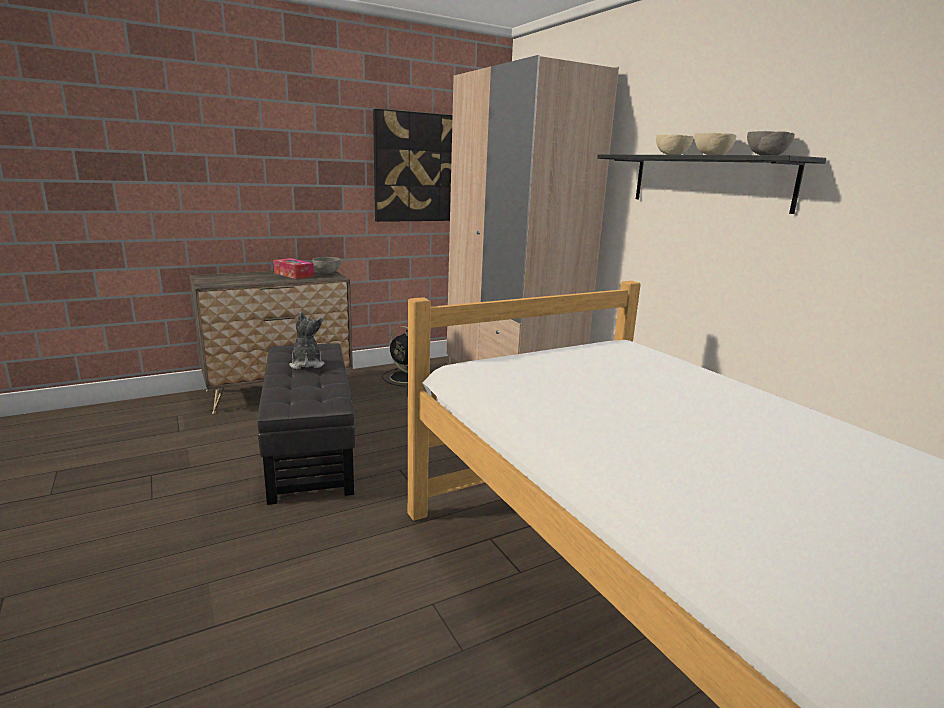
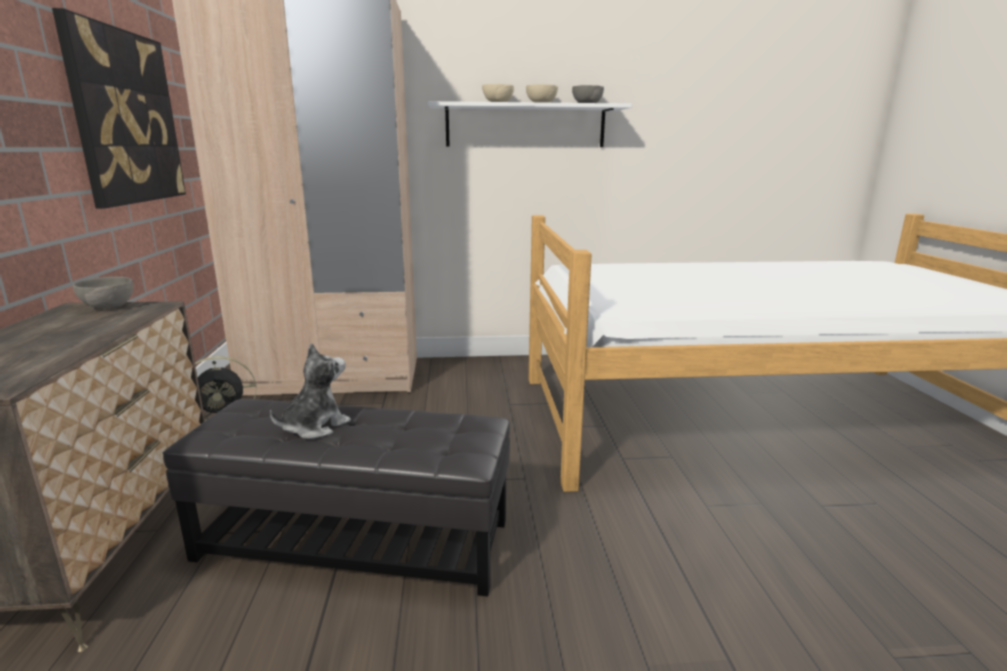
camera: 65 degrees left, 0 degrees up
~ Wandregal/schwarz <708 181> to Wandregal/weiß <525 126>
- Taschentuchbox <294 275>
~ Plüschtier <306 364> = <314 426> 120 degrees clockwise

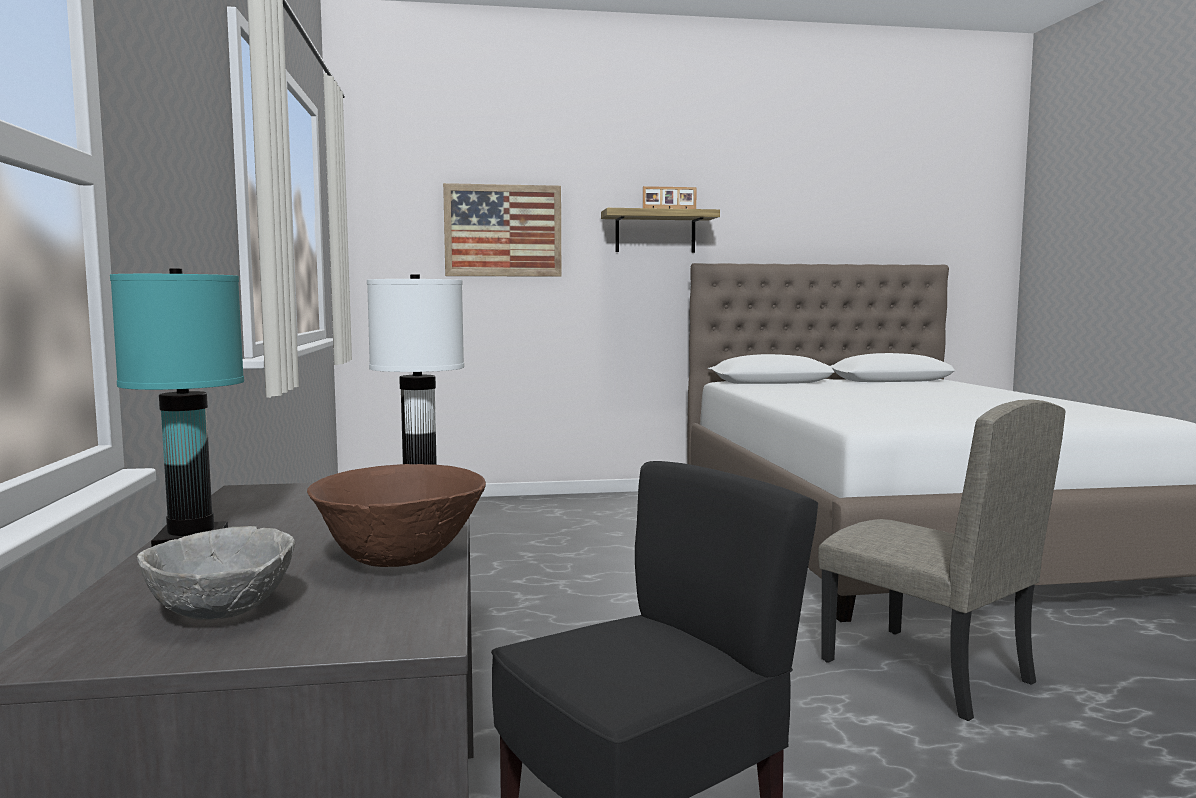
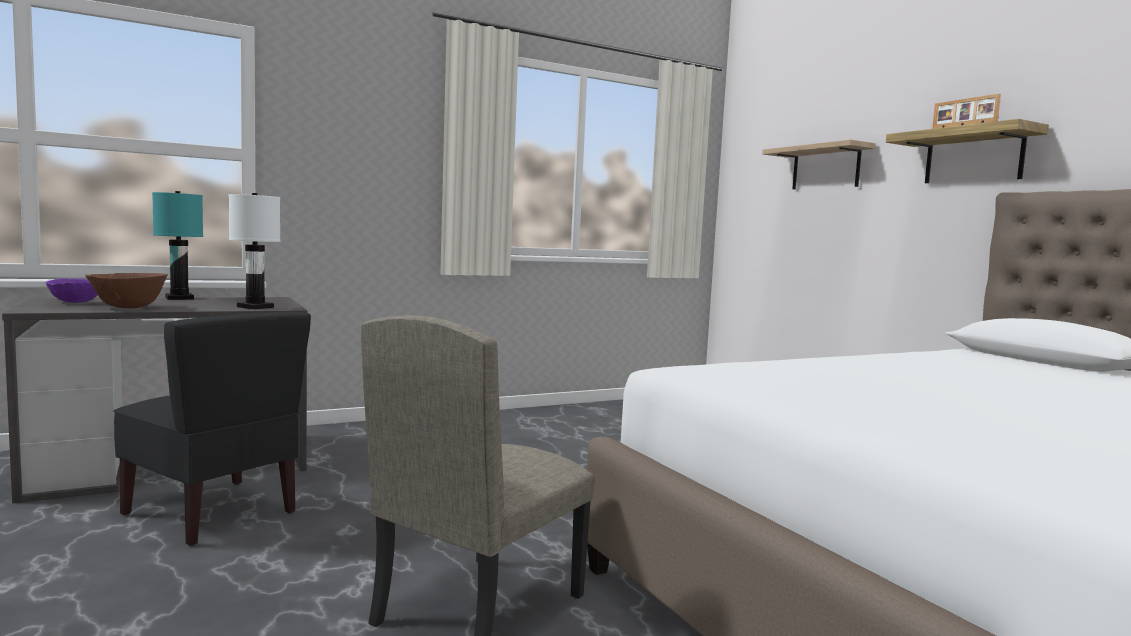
camera: 70 degrees right, 0 degrees up
~ Bild <503 230> to Wandregal <825 168>
~ Schüssel/grau <223 611> to Schüssel/lila <77 302>

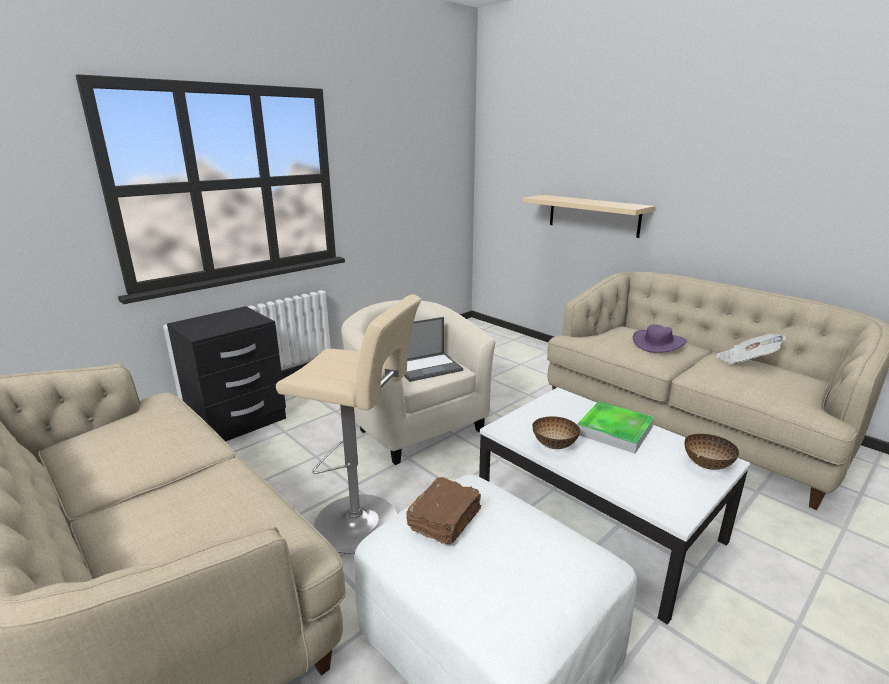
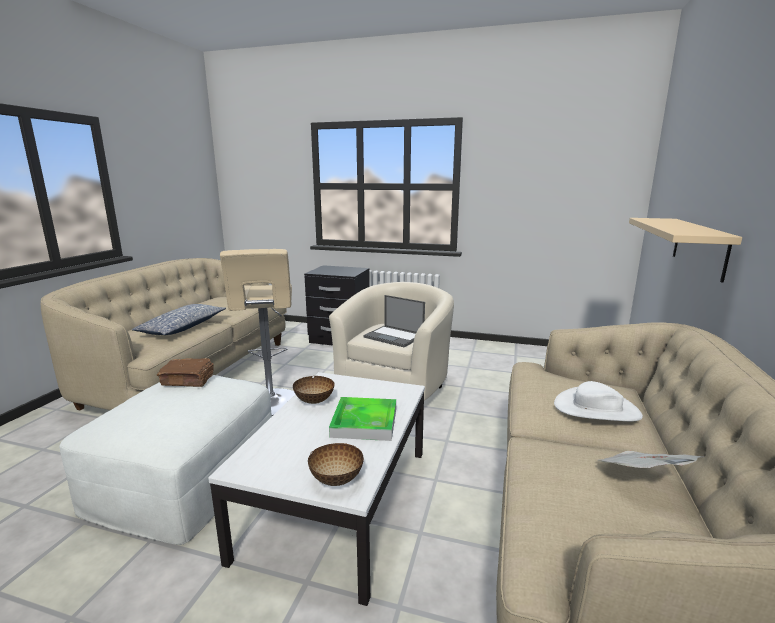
camera: 60 degrees right, 5 degrees down
~ Hut/lila <658 343> to Hut/weiß <596 409>
+ Kissen <182 328>

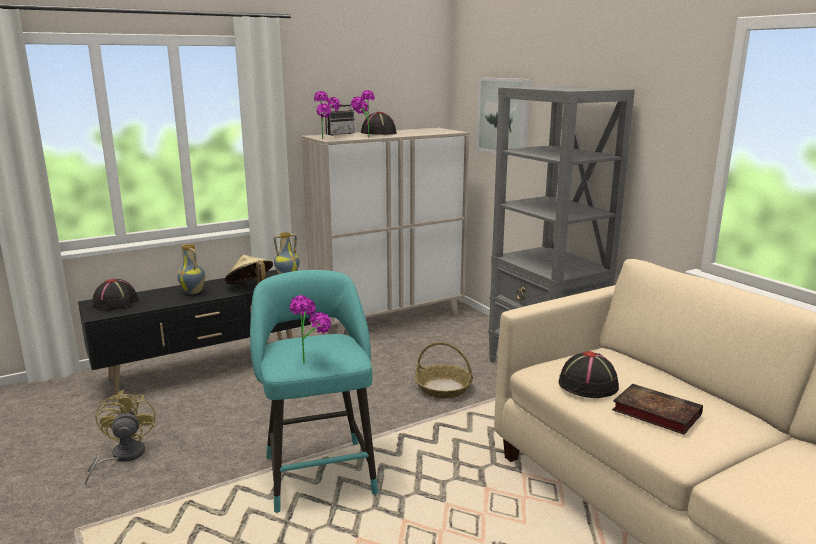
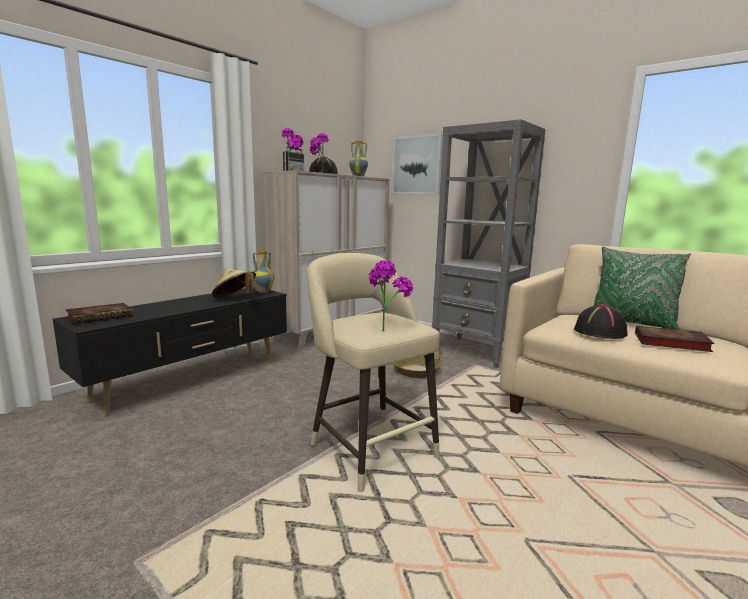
camera: 20 degrees left, 5 degrees down
~ Vase <194 292> to <358 176>
~ Hocker/türkis <318 471> to Hocker/beige <369 448>
~ Hut/schwarz <116 303> to Buch <101 316>
- Ventilator/gelb <122 457>
+ Kissen/grün <631 323>

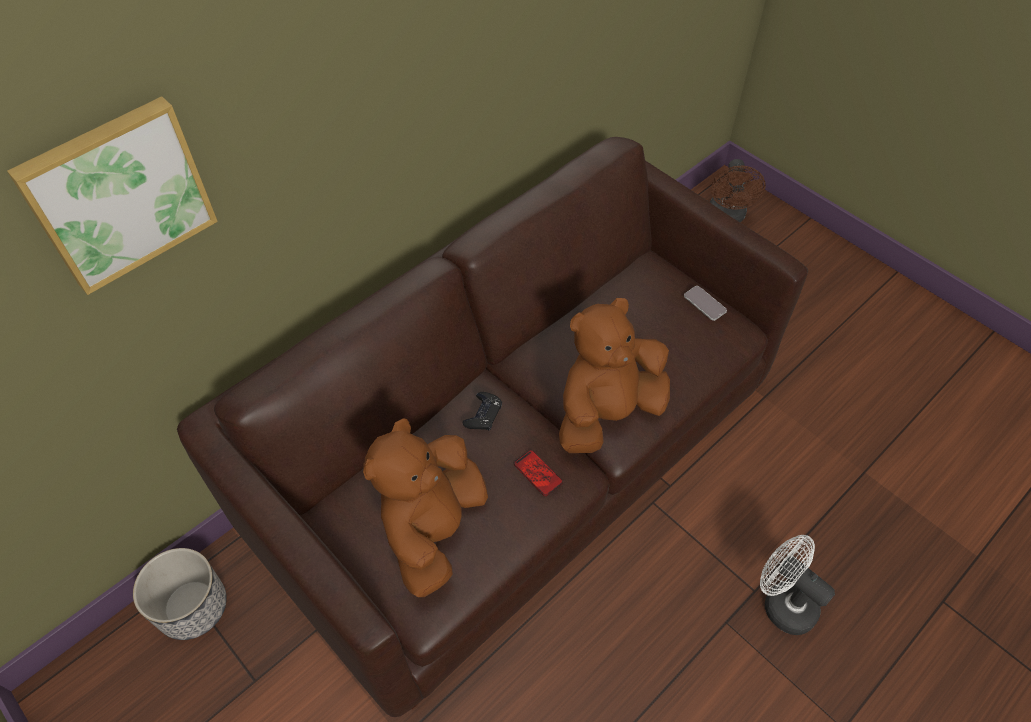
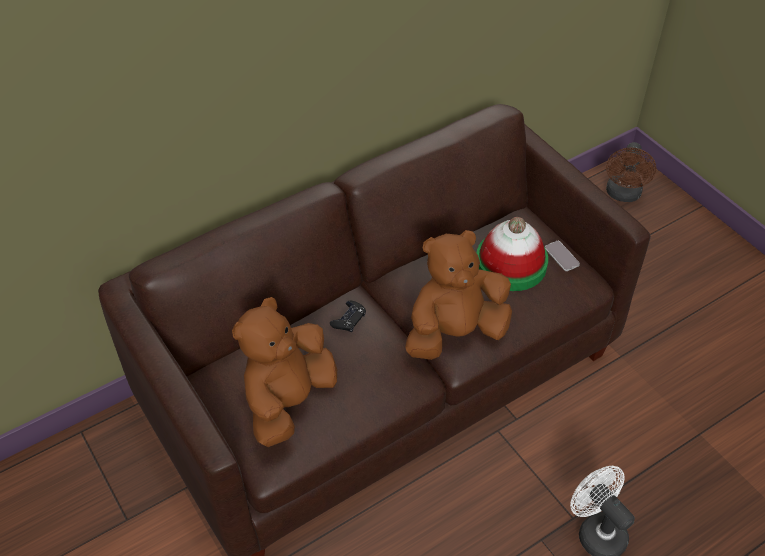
camera: 10 degrees right, 5 degrees down
- Bild <118 194>
- Handy <538 473>
- Pflanzkübel <193 606>
+ Hut <511 264>

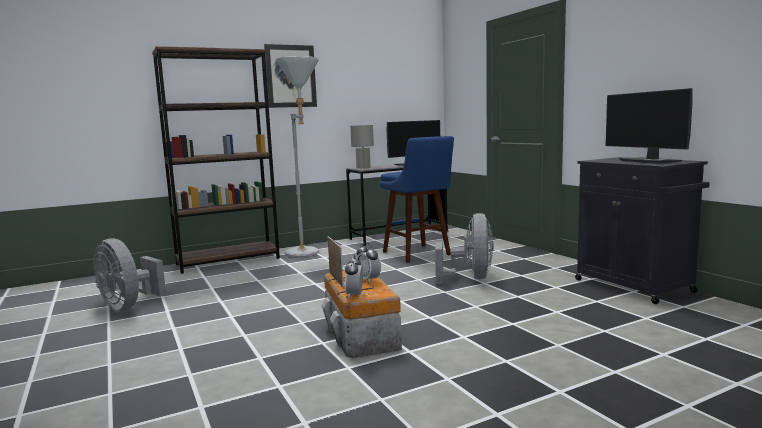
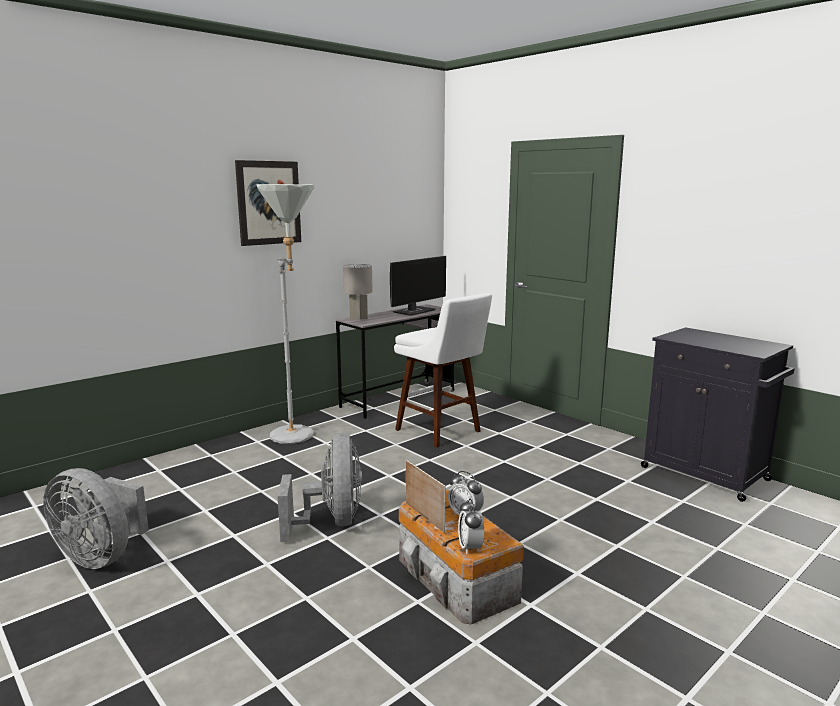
camera: 15 degrees left, 5 degrees up
- Bücherregal/braun <228 261>
- Monitor <650 161>
~ Hocker/blau <418 254> to Hocker/weiß <441 432>
~ Ventilator/grau <470 278> to <332 522>

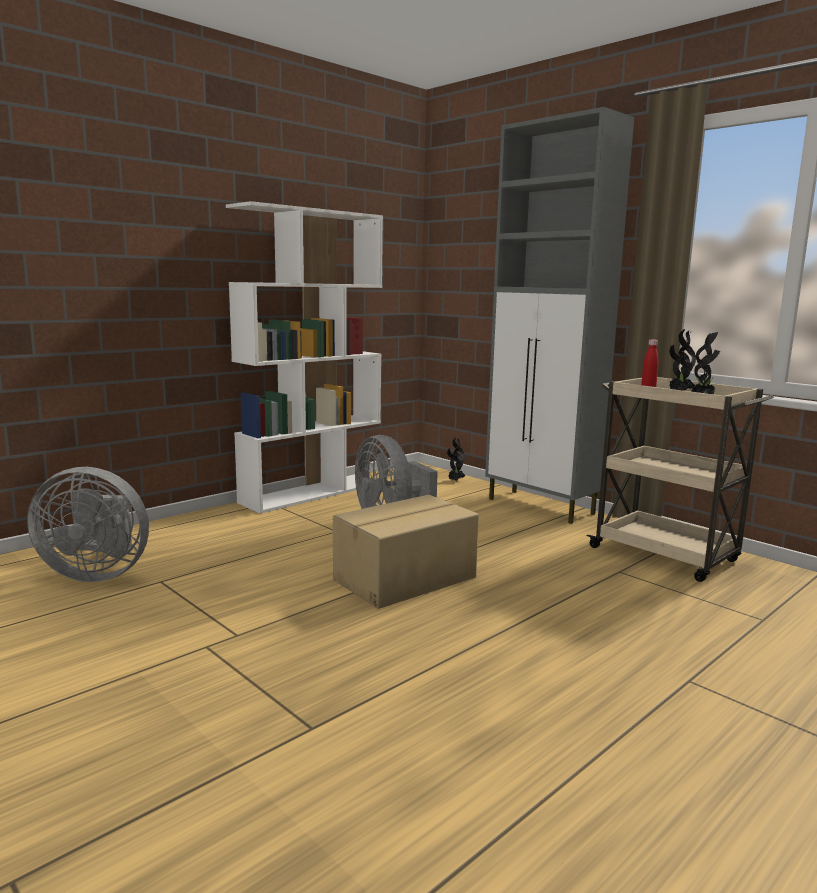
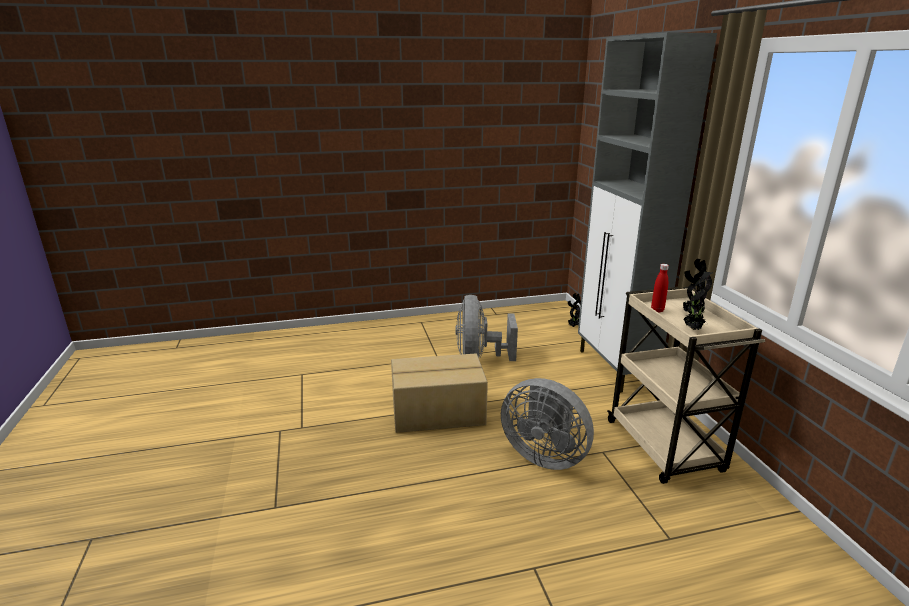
camera: 30 degrees right, 10 degrees up
- Bücherregal/weiß <312 493>
~ Ventilator/grau <97 573> to <544 455>

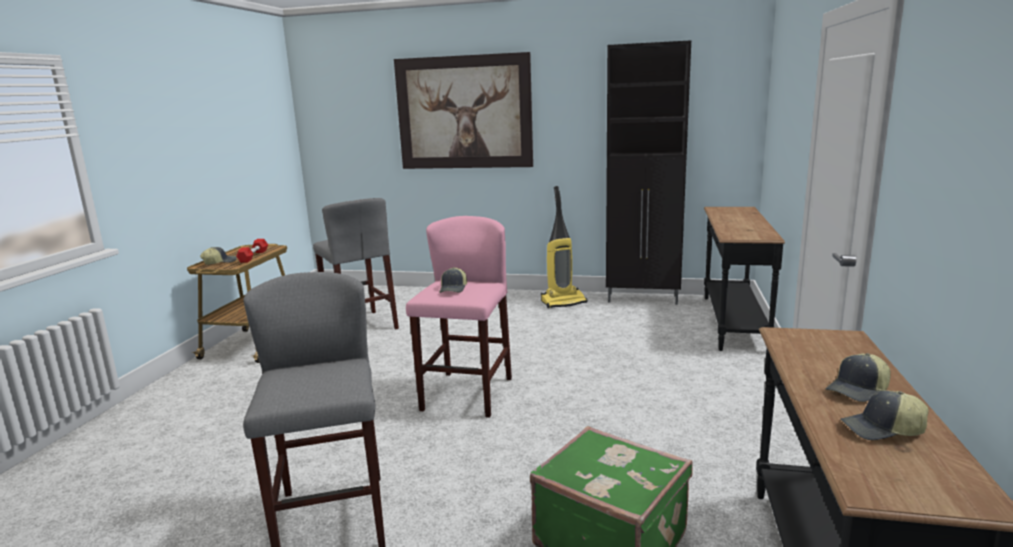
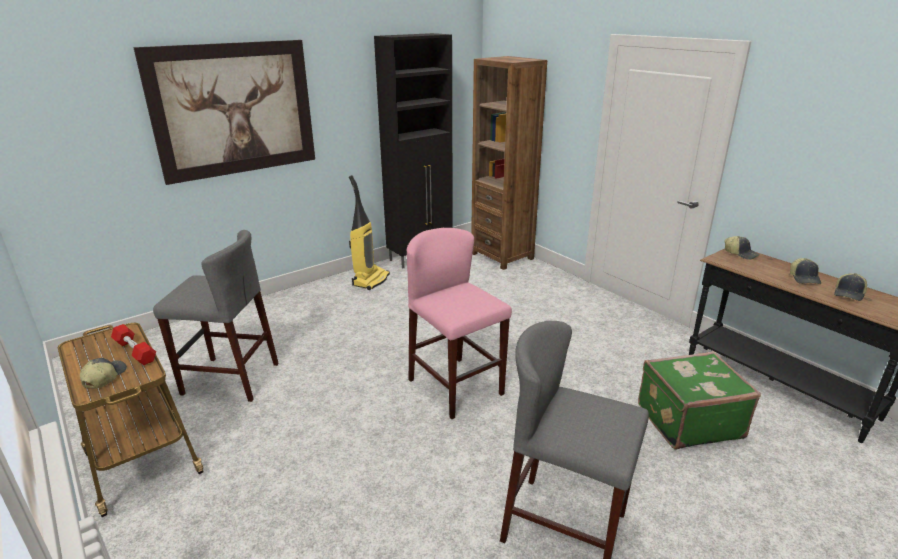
camera: 50 degrees left, 10 degrees up
~ Konsolentisch/schwarz <732 322> to Bücherregal/braun <502 256>
~ Kappe <454 289> to <741 254>

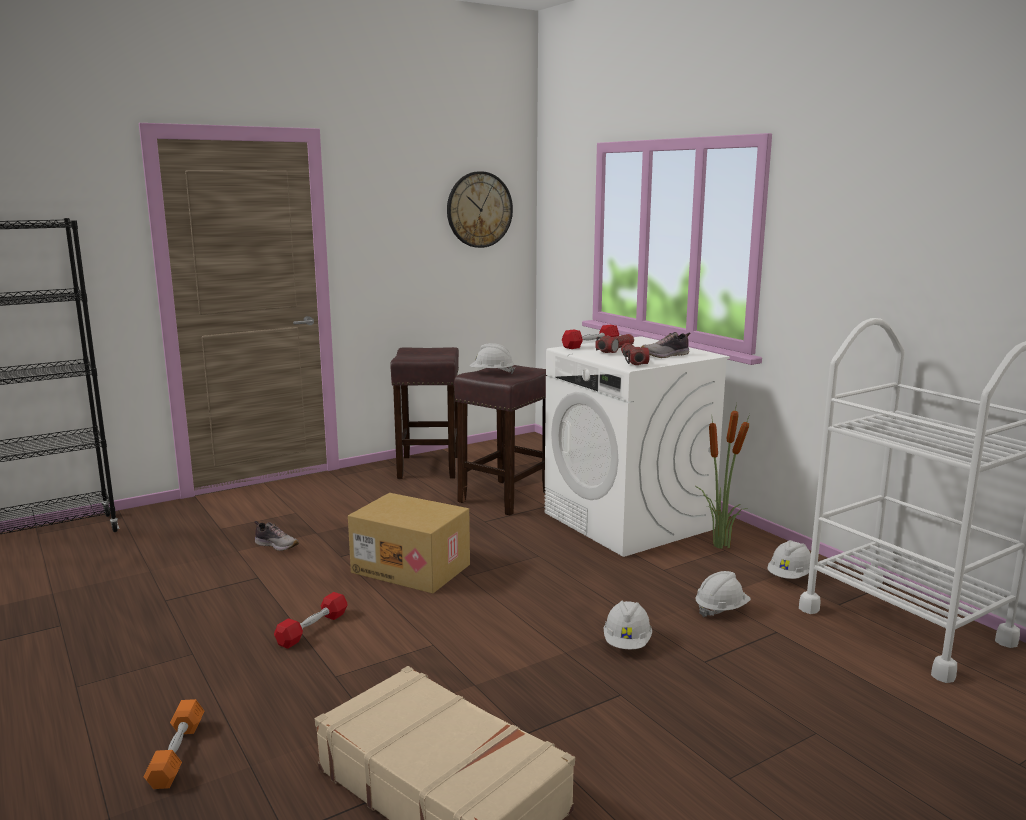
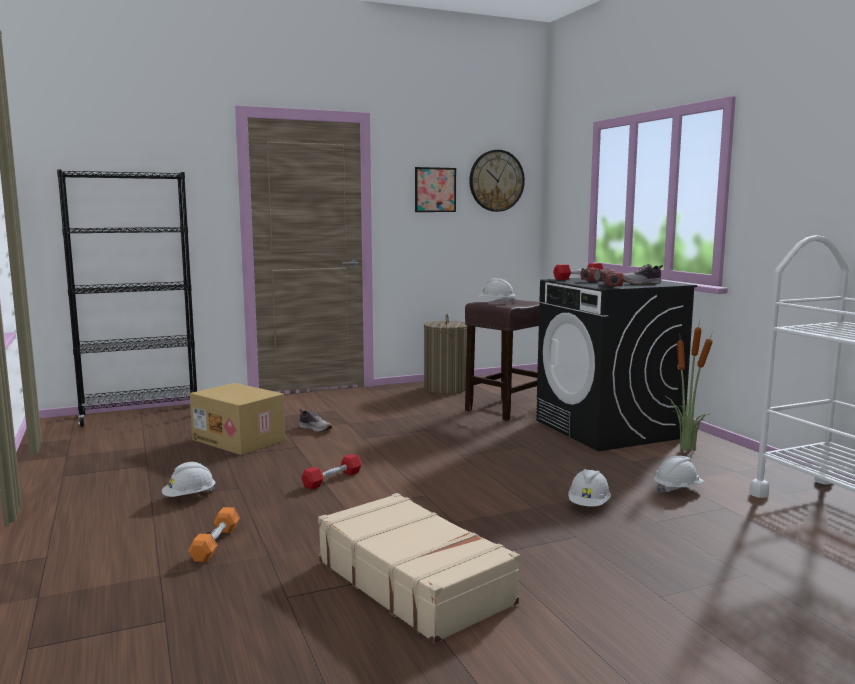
camera: 10 degrees right, 5 degrees down
~ Waschmaschine/weiß <628 521> to Waschmaschine/schwarz <608 429>
~ Hocker/braun <429 467> to Wäschekorb <446 388>
~ Karton <412 568> to <240 440>
~ Schutzhelm/weiß <790 576> to <189 497>
+ Bild <435 190>

